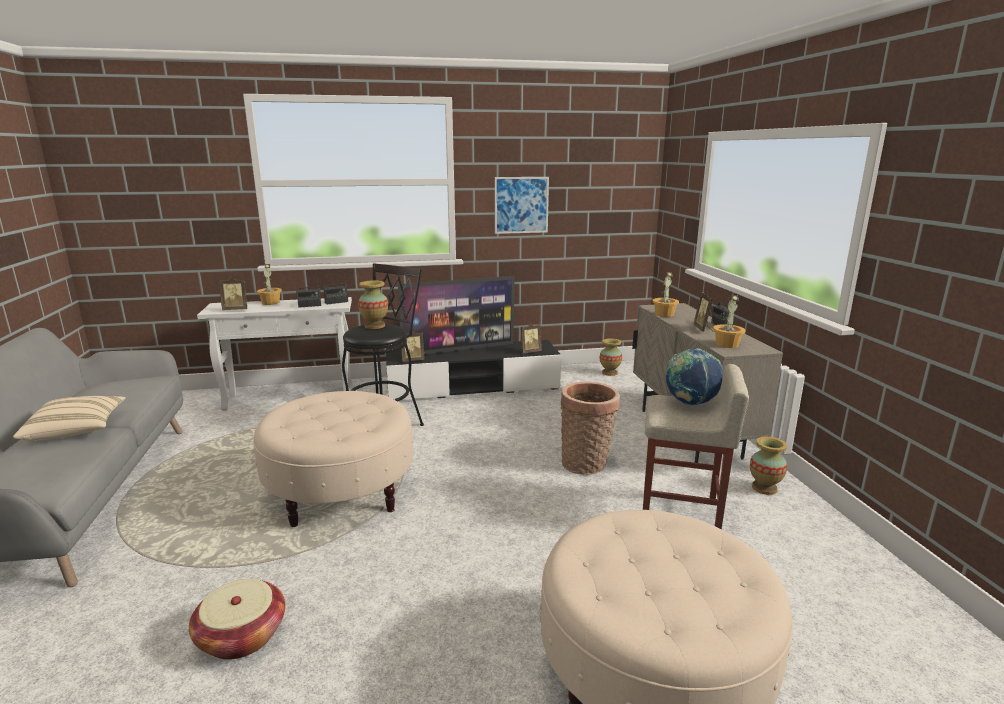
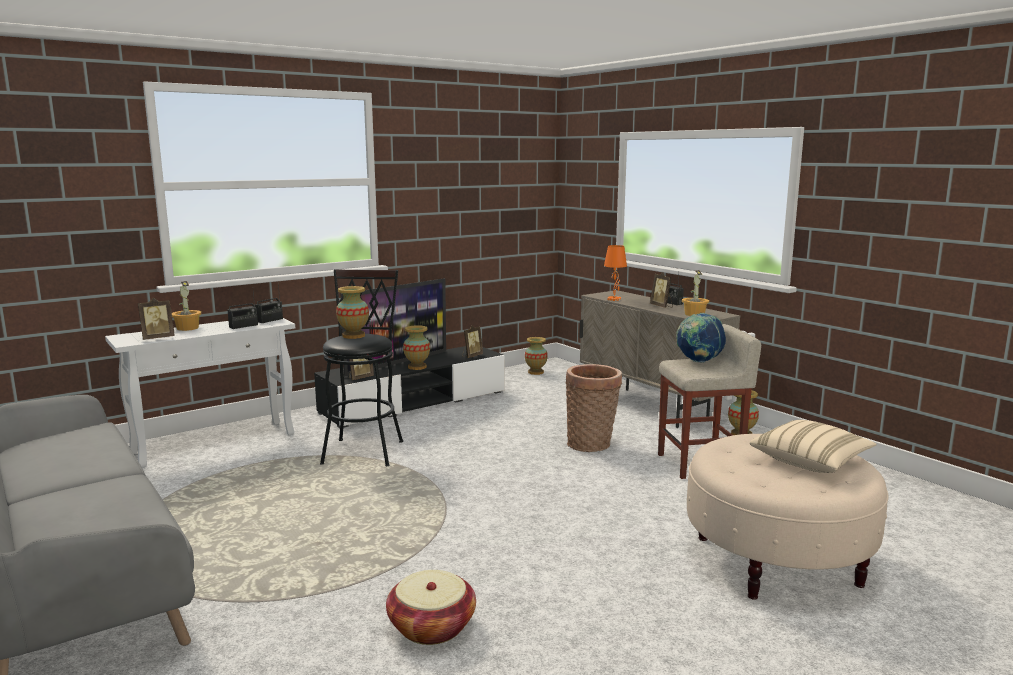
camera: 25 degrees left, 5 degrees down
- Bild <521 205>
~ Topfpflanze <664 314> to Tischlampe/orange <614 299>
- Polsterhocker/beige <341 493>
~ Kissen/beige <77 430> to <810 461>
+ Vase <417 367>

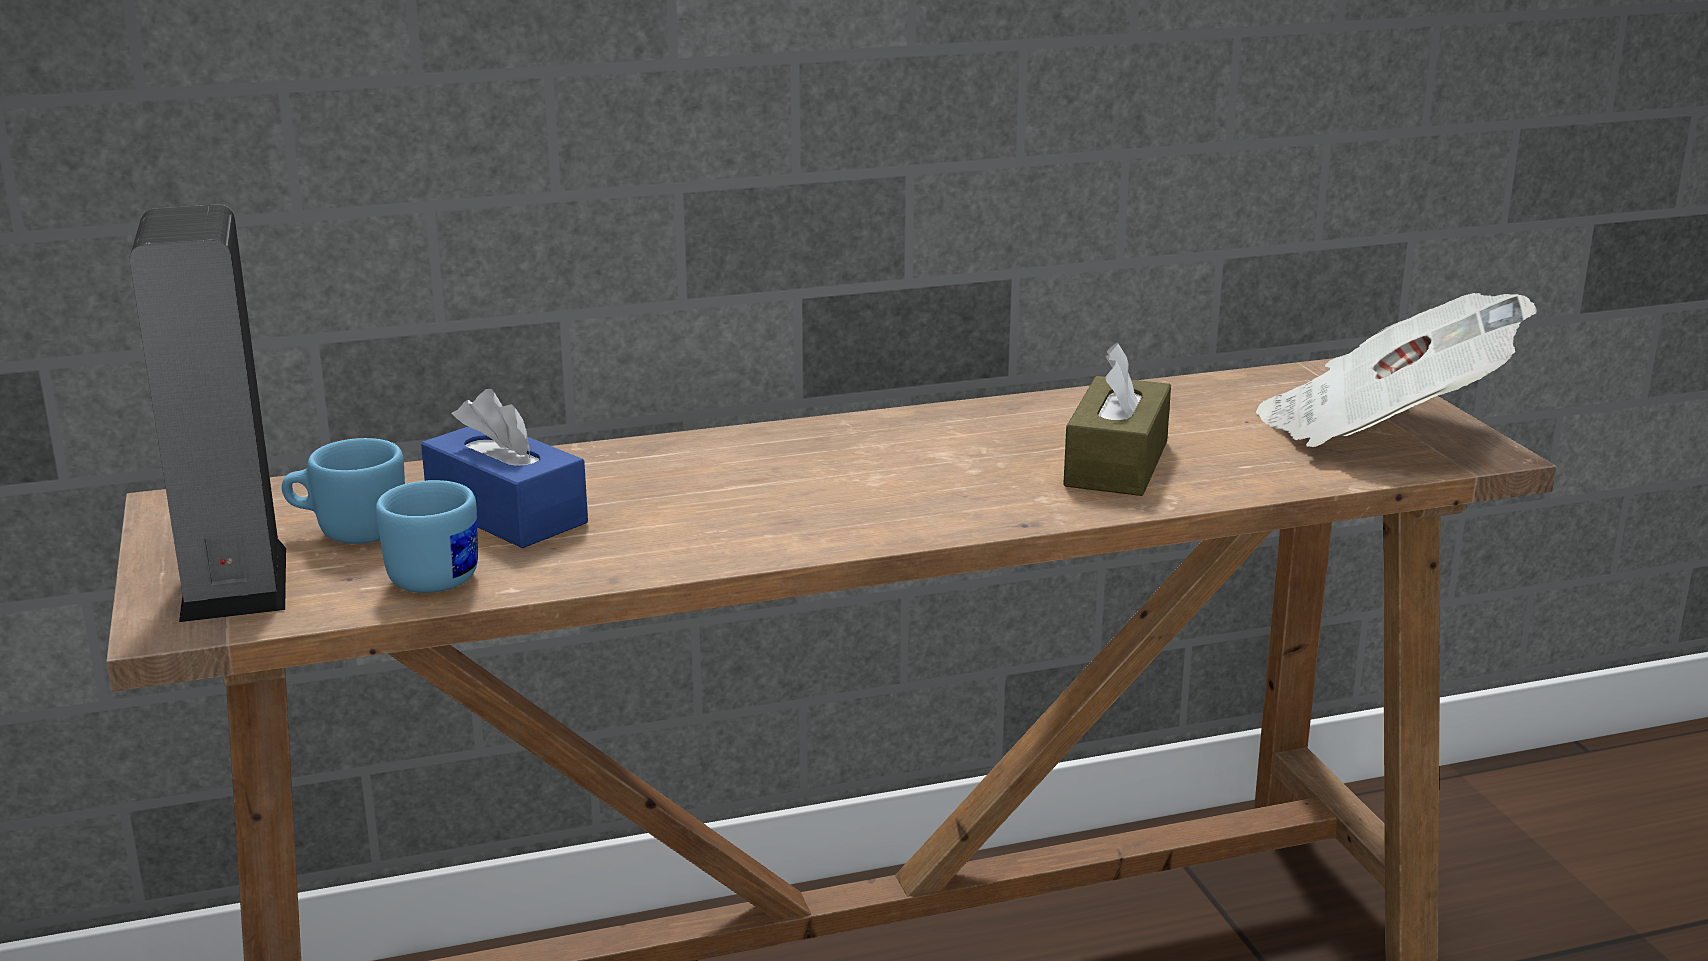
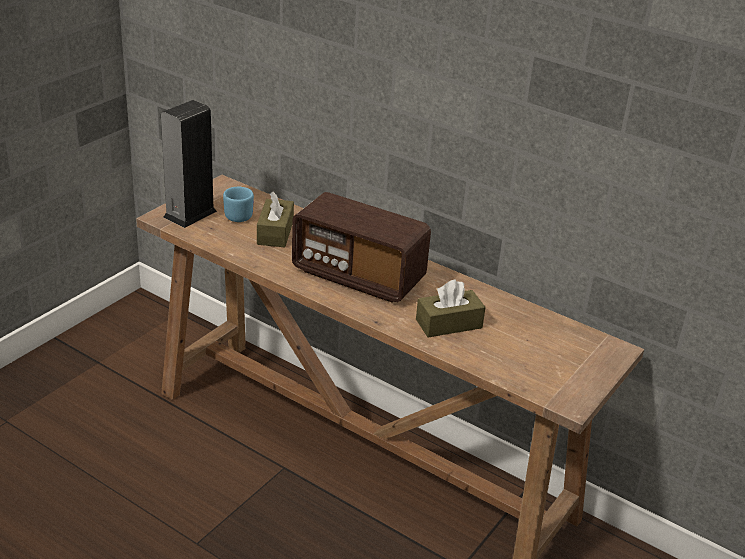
camera: 50 degrees right, 10 degrees up
- Zeitung <1381 431>
~ Taschentuchbox/blau <506 513> to Taschentuchbox/braun <275 232>
- Henkelbecher/blau <441 573>
+ Radio <358 276>

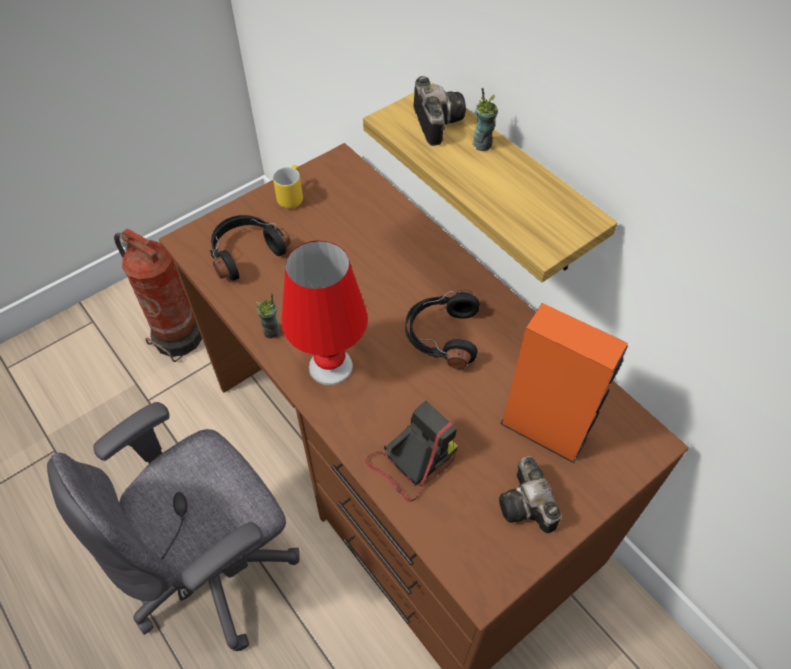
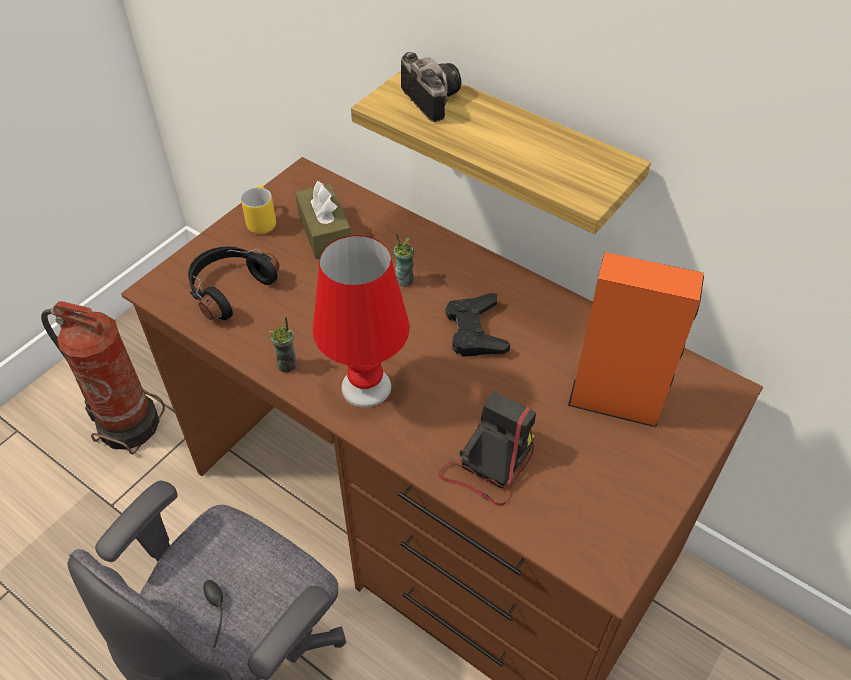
camera: 15 degrees left, 5 degrees down
~ Tasse <482 144> to <404 280>
~ Kopfhörer/schwarz <441 336> to Gamepad/schwarz <475 331>
- Kamera <528 507>
+ Taschentuchbox/braun <325 232>

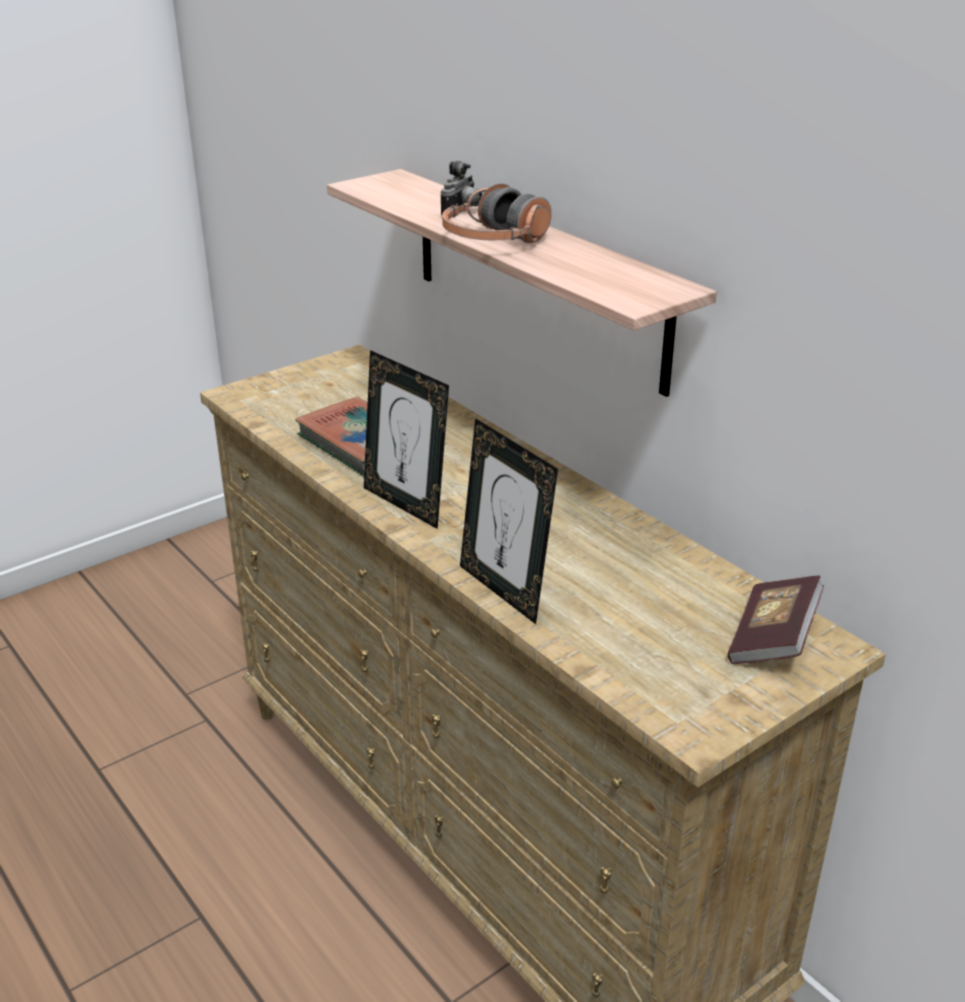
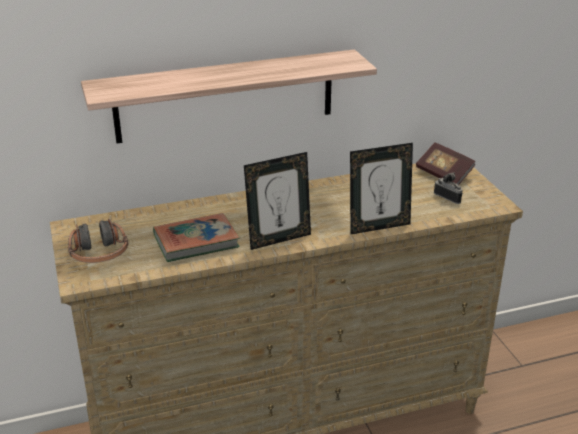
camera: 70 degrees left, 0 degrees up
~ Kamera <463 211> to <449 197>
~ Kopfhörer <495 241> to <99 254>

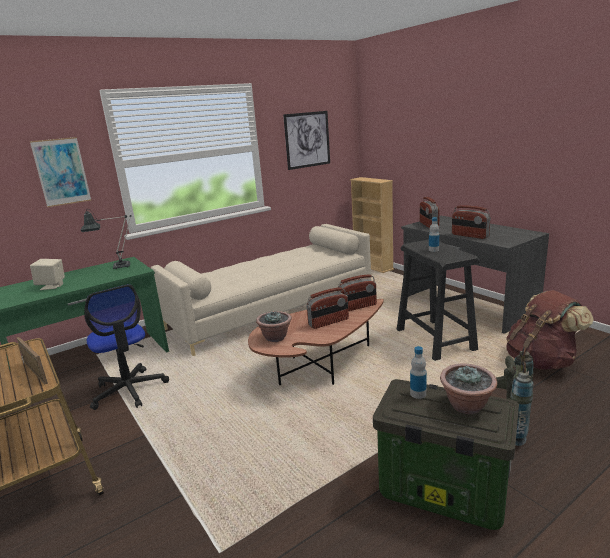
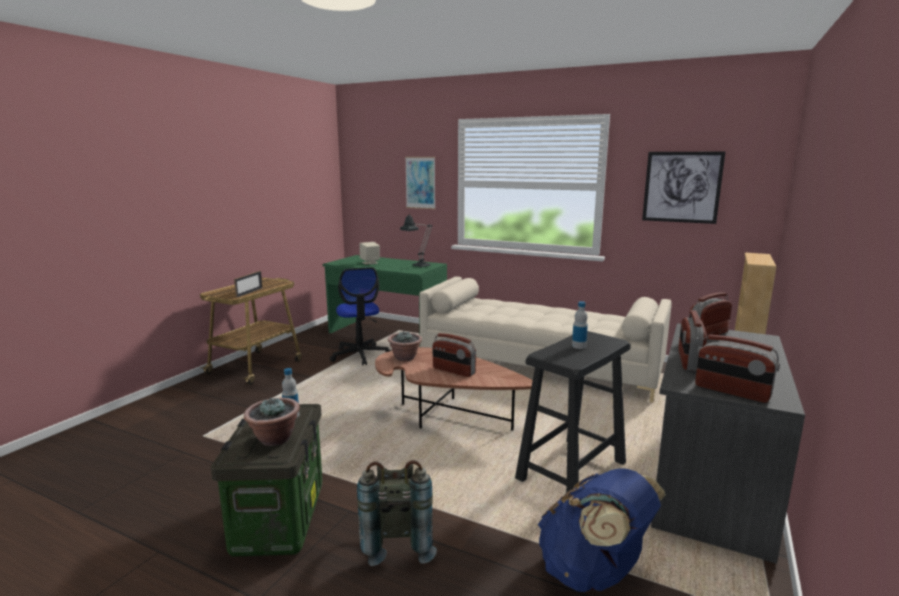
camera: 60 degrees right, 5 degrees down
~ Radio <357 307> to <731 392>
~ Bürostuhl <129 390> = <360 355> 45 degrees counterclockwise
~ Rucksack/braun <541 361> to Rucksack/blau <593 573>

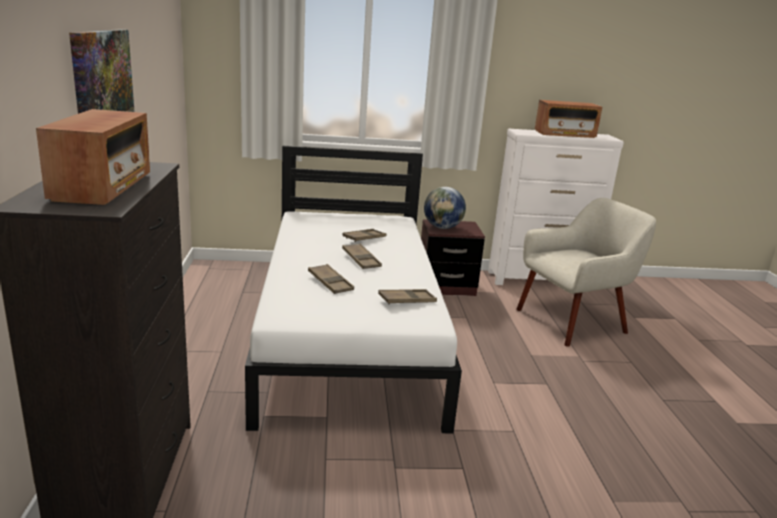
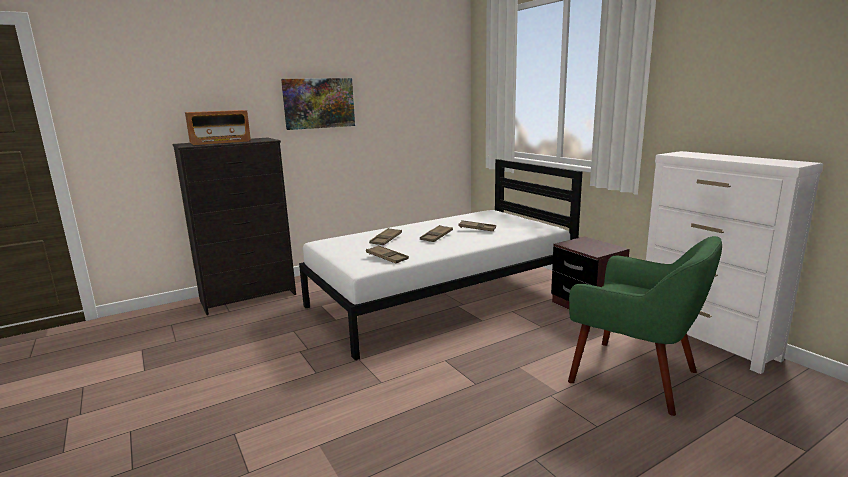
camera: 65 degrees right, 5 degrees down
- Radio <565 134>
- Globus <442 227>
~ Sessel/beige <573 321> to Sessel/grün <635 376>

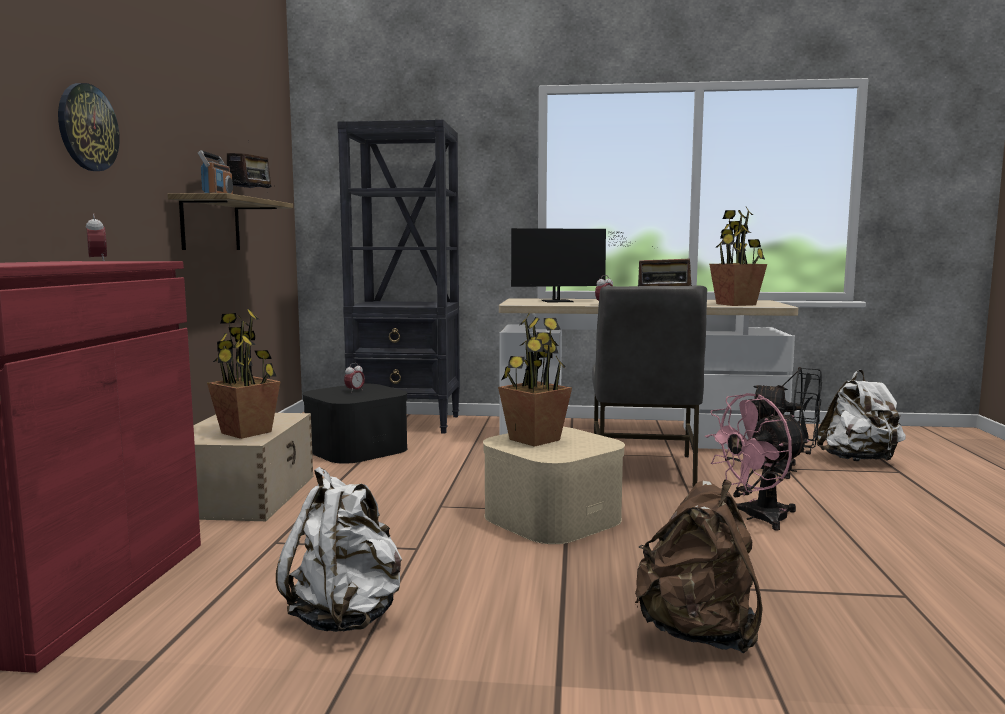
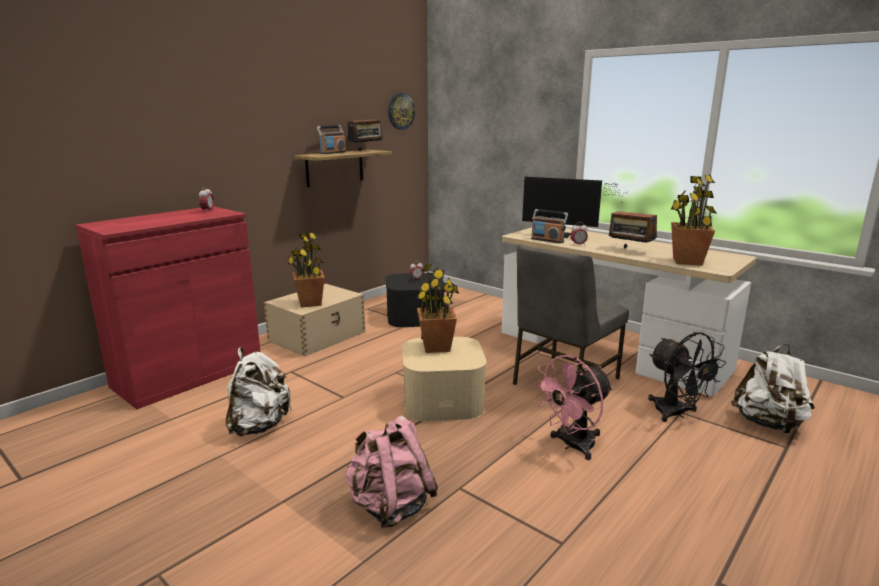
camera: 35 degrees right, 10 degrees up
~ Wanduhr <87 127> to <400 111>
- Bücherregal/schwarz <407 423>
~ Ventilator/rosa <757 518> = <572 446> 45 degrees counterclockwise
~ Rucksack/braun <699 633> to Rucksack/rosa <390 506>
+ Radio <547 240>

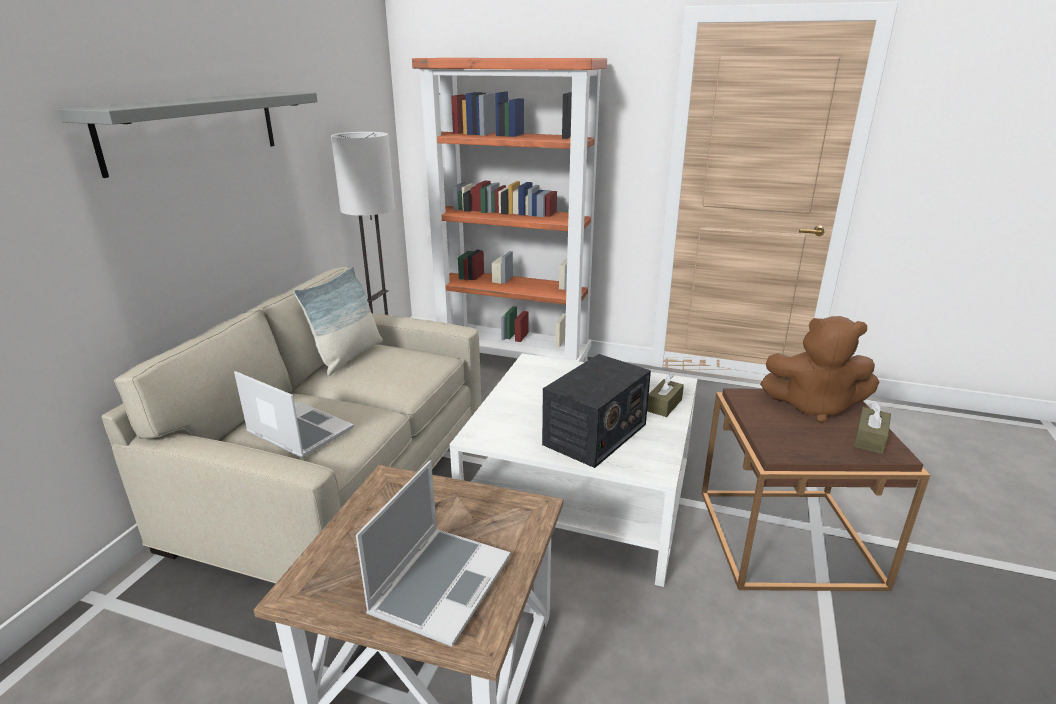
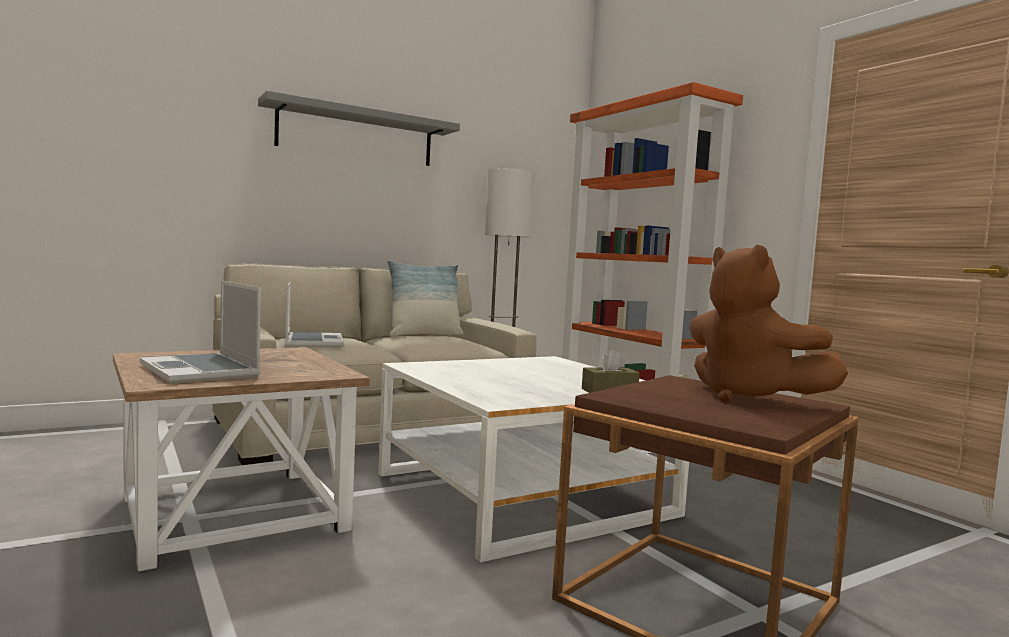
camera: 40 degrees right, 20 degrees down
- Radio <595 435>
- Taschentuchbox/braun <870 439>
~ Laptop <441 584> = <202 371> 75 degrees clockwise

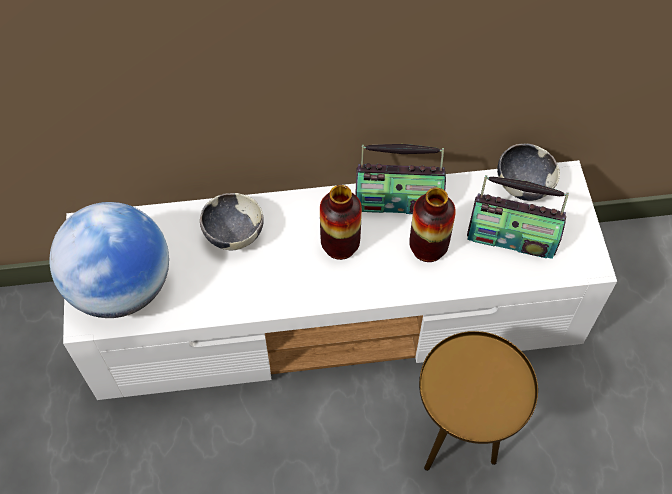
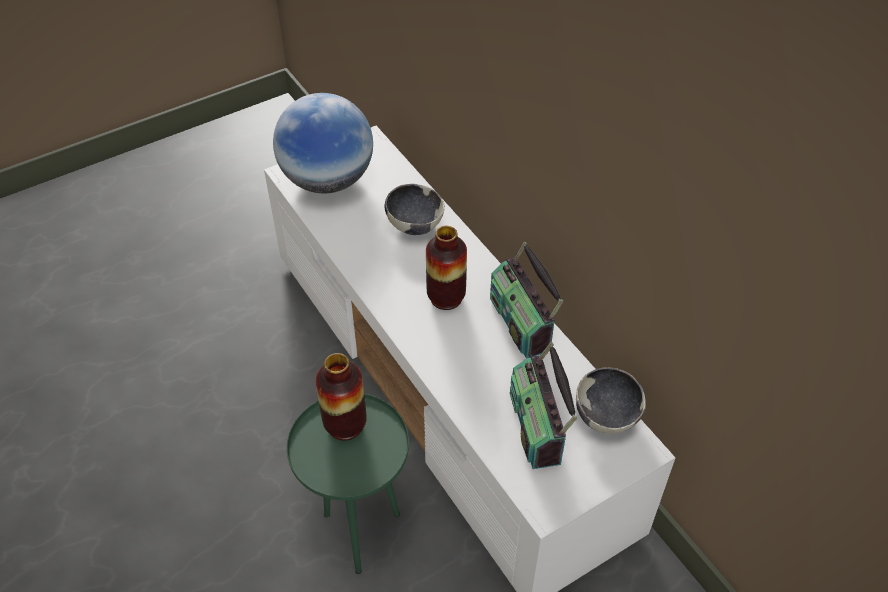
camera: 65 degrees right, 10 degrees down
~ Vase <428 248> to <345 425>
~ Beistelltisch/braun <457 446> to Beistelltisch/grün <360 532>

